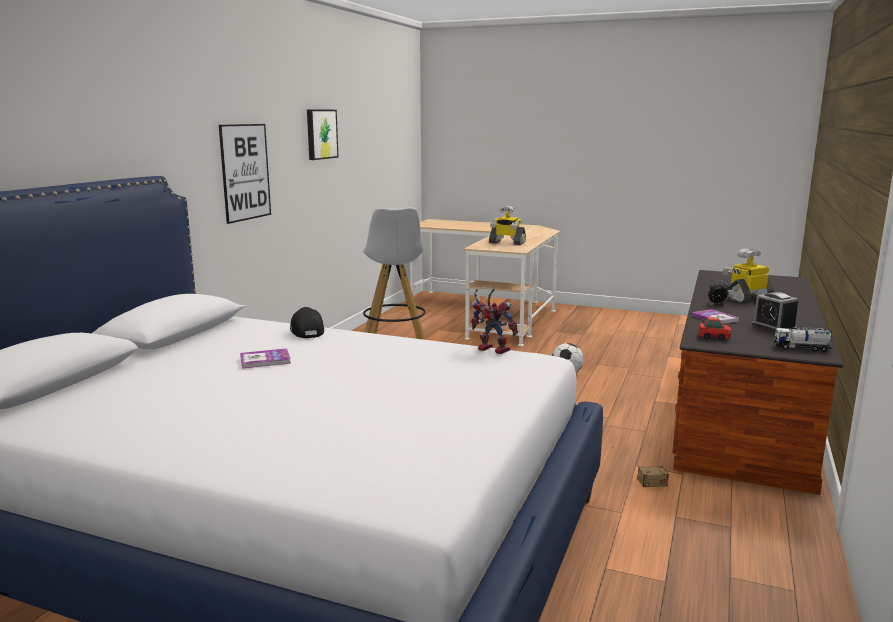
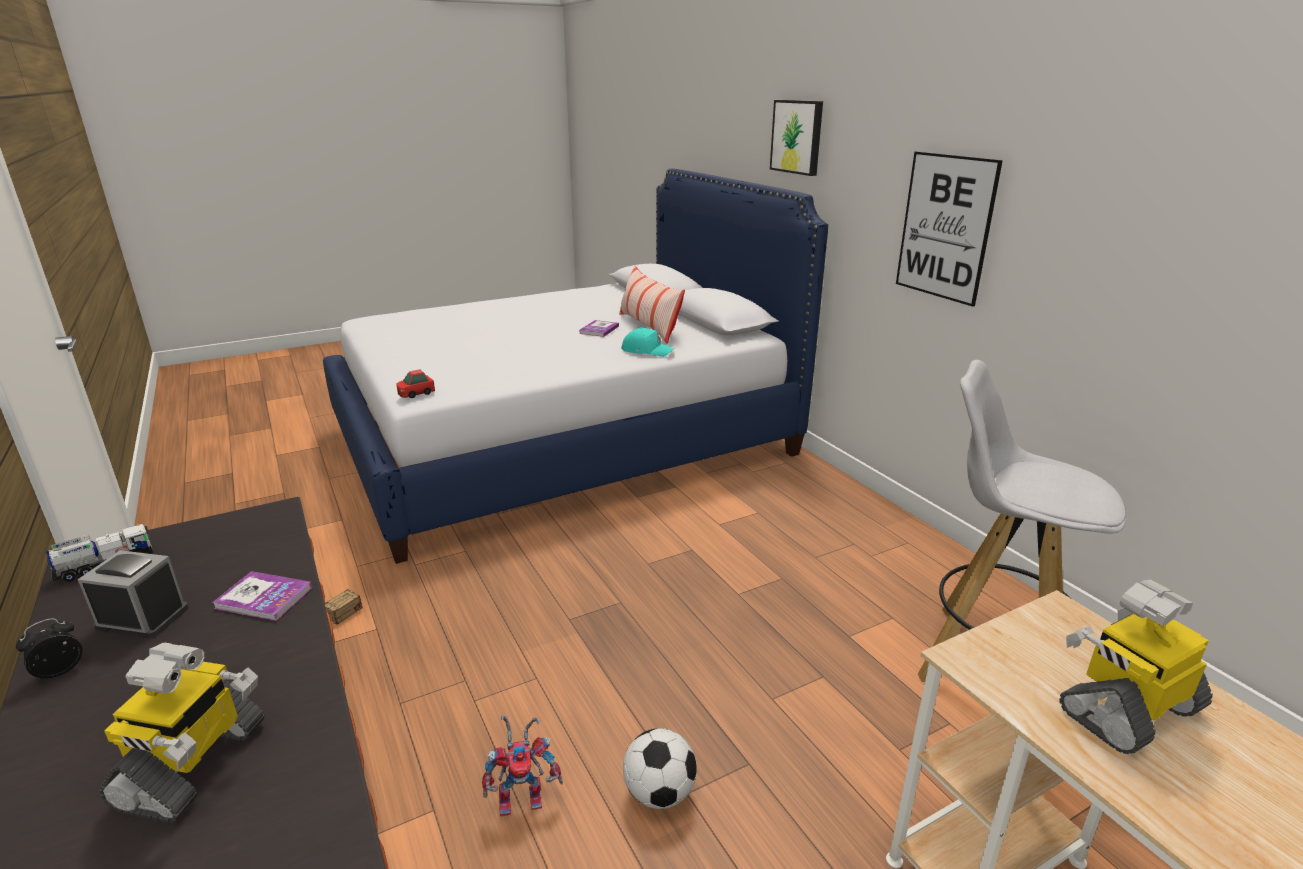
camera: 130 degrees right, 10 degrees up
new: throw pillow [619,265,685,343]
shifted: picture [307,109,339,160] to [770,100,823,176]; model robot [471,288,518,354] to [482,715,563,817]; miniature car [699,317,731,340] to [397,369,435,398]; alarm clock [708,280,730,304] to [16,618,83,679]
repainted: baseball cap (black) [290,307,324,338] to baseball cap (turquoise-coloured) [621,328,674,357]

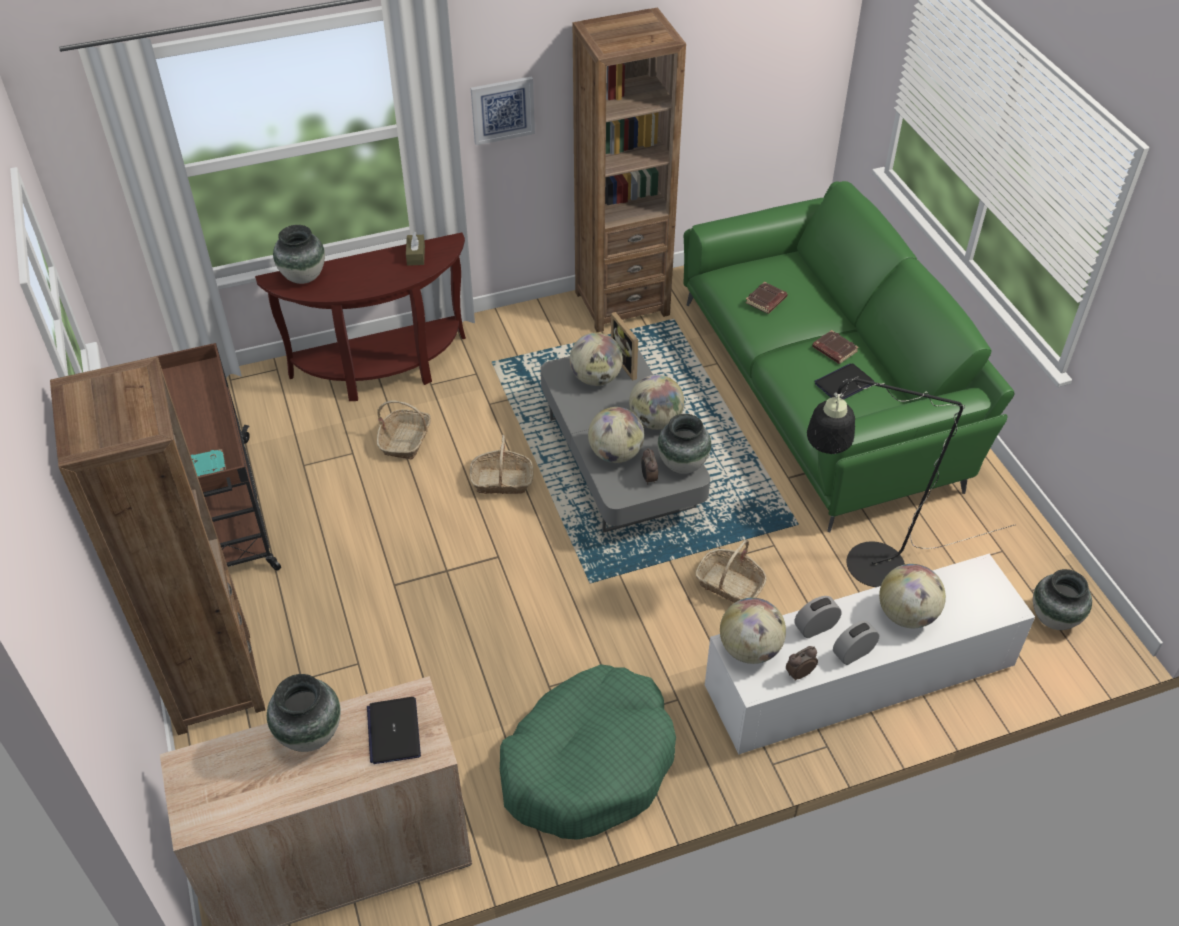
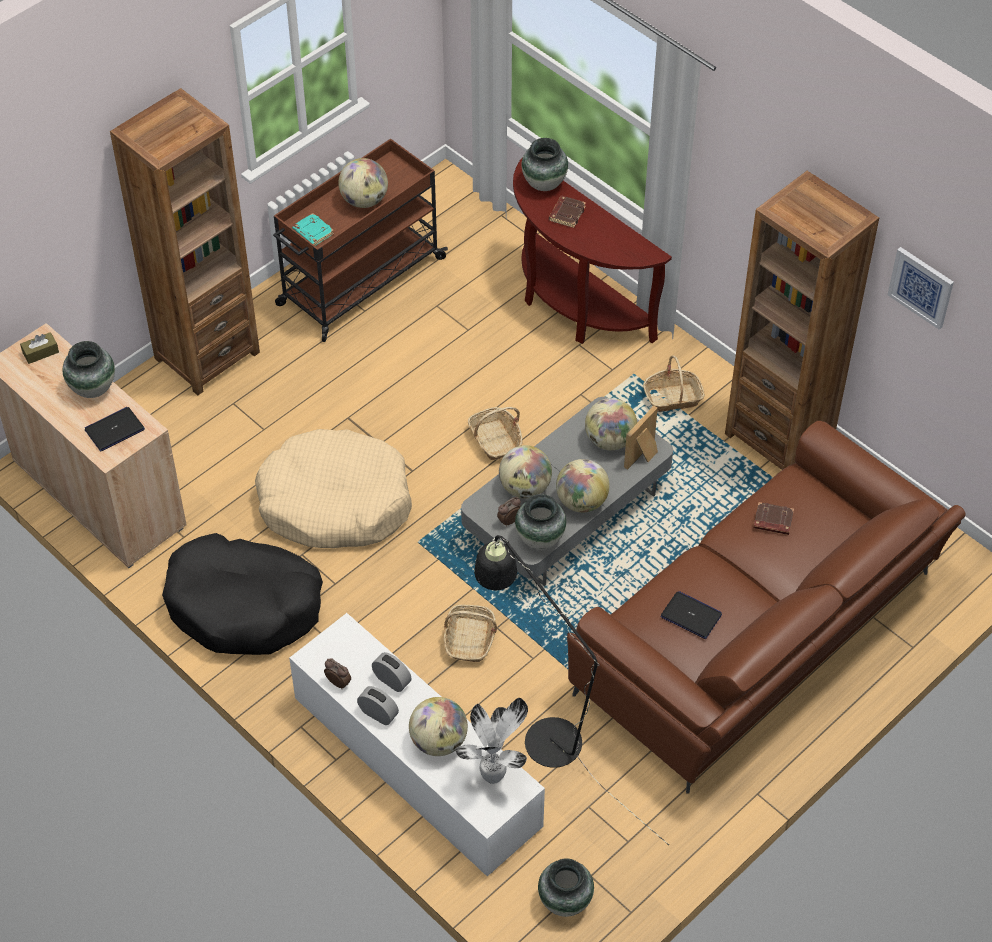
camera: 65 degrees right, 5 degrees up
new: dog bed (beige-coloured) [255,429,412,548]; potted plant [455,698,528,784]
shifted: household basket [377,401,431,460] to [643,355,705,412]; tissue holder (brownish) [406,232,425,266] to [20,332,59,364]; picture [471,76,535,145] to [888,247,954,330]; desk globe [720,598,786,664] to [338,158,388,208]; bound book (brownish) [812,330,859,364] to [549,196,586,228]
repainted: dog bed (green-coloured) [500,664,676,840] to dog bed (black) [162,533,323,655]; couch (green-coloured) [683,181,1014,533] to couch (brownish) [567,421,965,793]

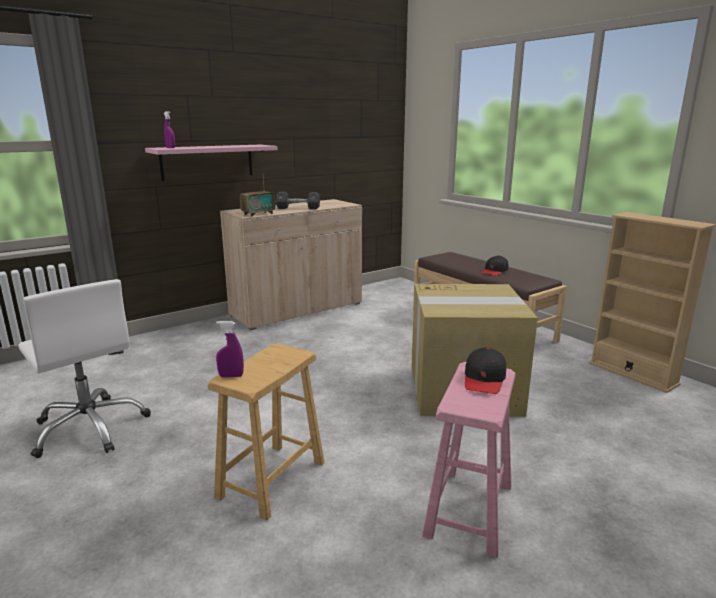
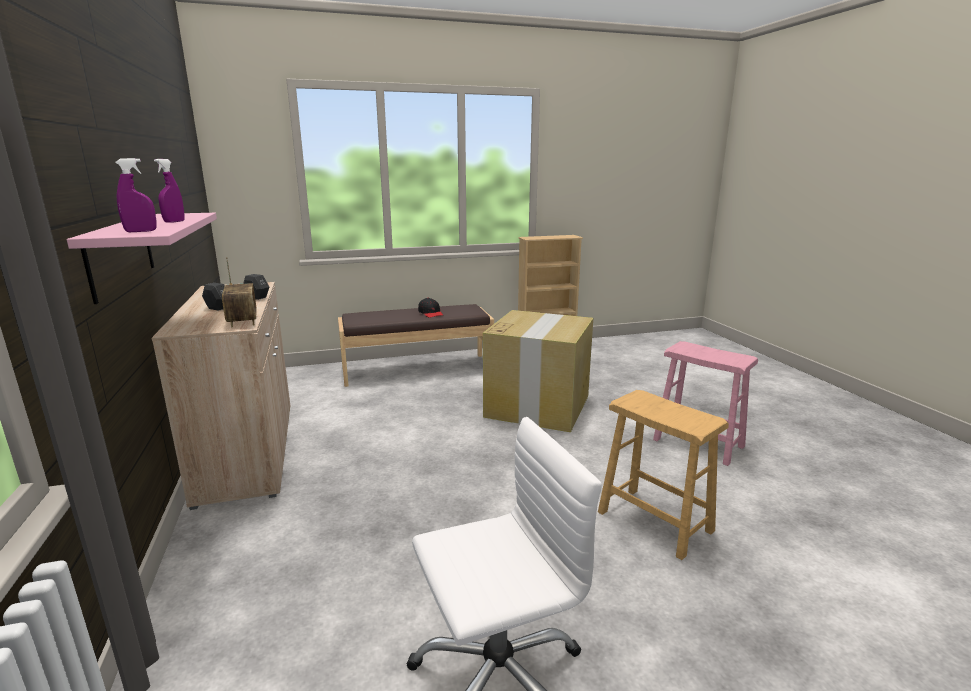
camera: 70 degrees left, 0 degrees up
gone: baseball cap (black) [465,347,506,394]
shifted: sprayer (purplish) [216,321,244,378] to [154,159,185,223]

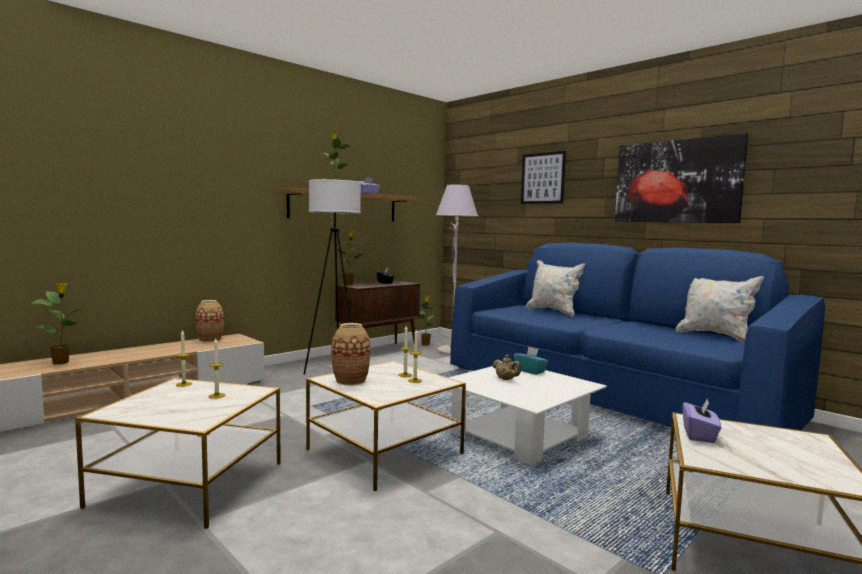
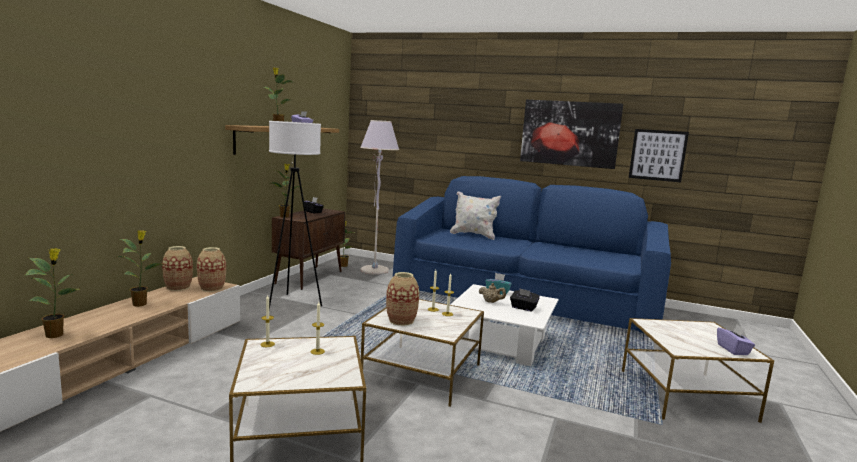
camera: 25 degrees left, 5 degrees up
gone: throw pillow (white) [676,276,764,343]
new: potted plant [118,230,165,307]; vase [197,247,226,292]; tissue holder (black) [510,288,540,312]
shifted: picture [521,151,566,204] to [629,129,689,182]; tissue holder (purplish) [683,399,721,443] to [717,325,755,355]

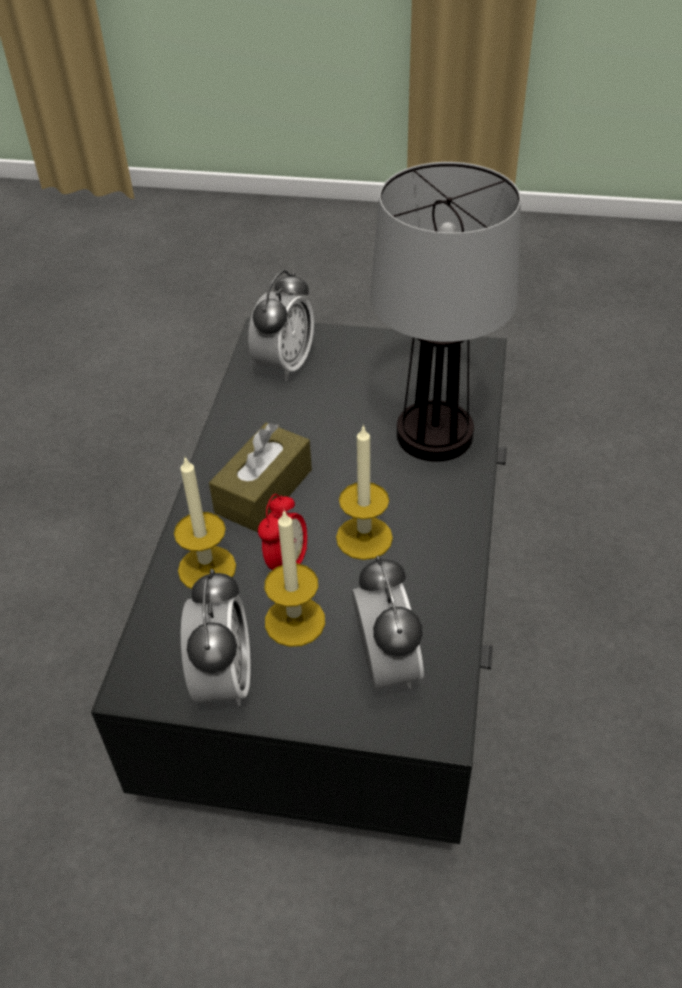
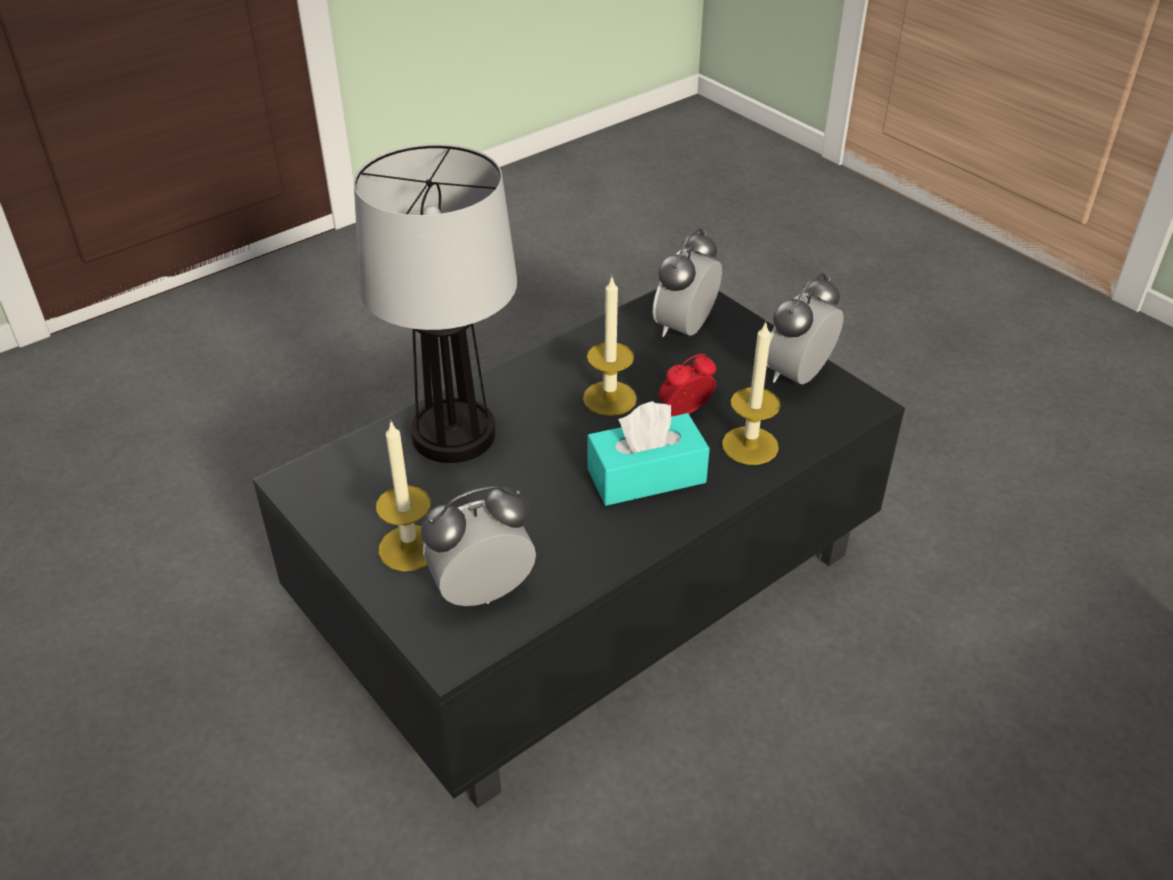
camera: 140 degrees left, 5 degrees down
shifted: wax light [265,510,325,647] to [376,420,431,571]
repainted: tissue holder (brownish) [209,423,312,532] to tissue holder (turquoise-coloured) [587,401,710,506]

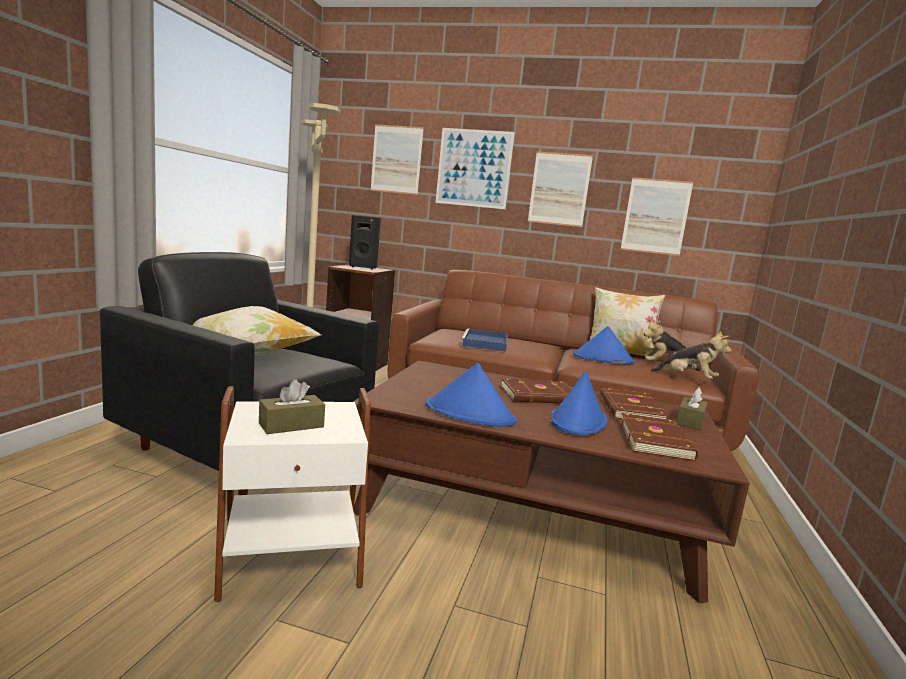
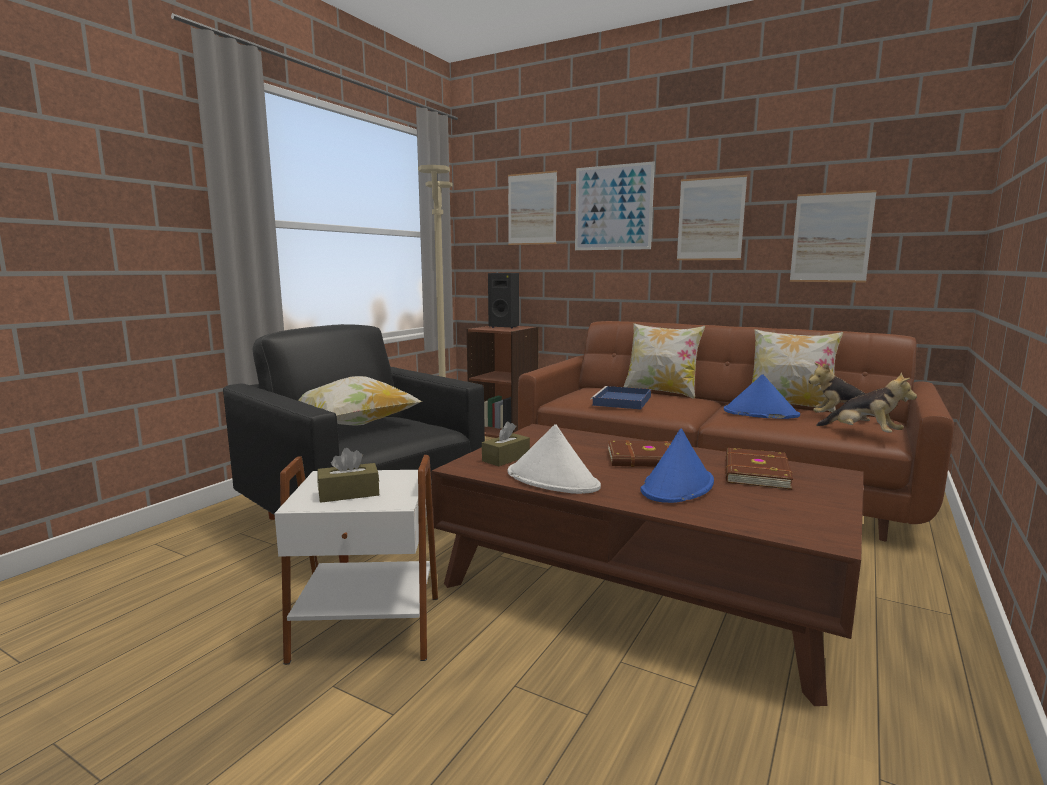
camera: 15 degrees right, 0 degrees up
gone: bound book (brownish) [620,413,698,461]
new: throw pillow [624,323,705,399]
shifted: tissue holder (brownish) [676,387,708,430] to [482,422,530,466]
repainted: clothing hat (blue) [426,363,517,427] to clothing hat (white) [508,424,601,494]

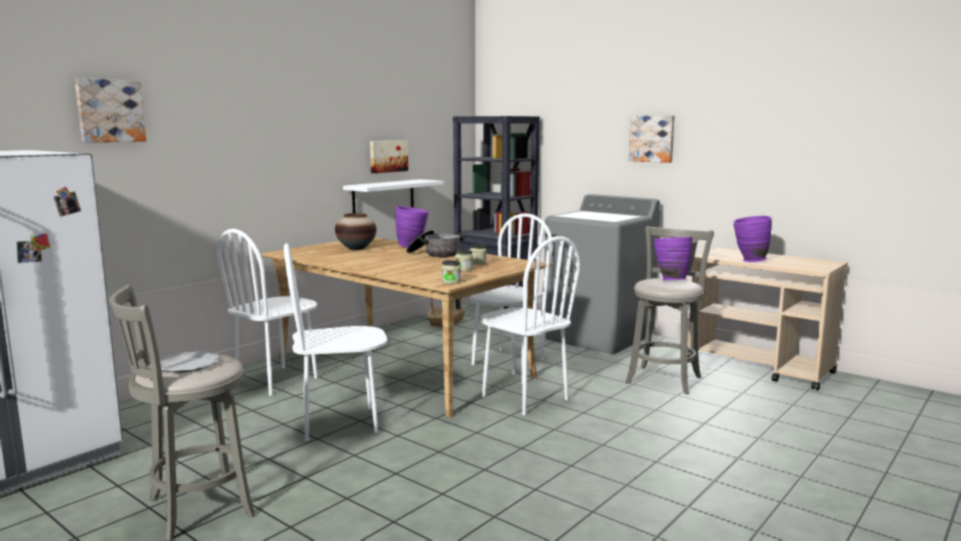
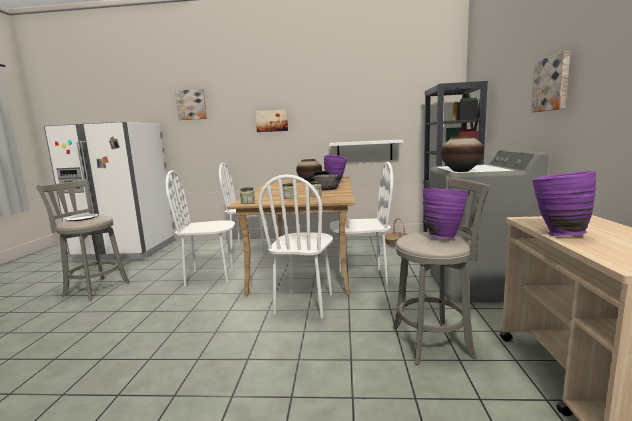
camera: 55 degrees right, 0 degrees up
new: vase [441,136,484,172]
shifted: picture [370,140,408,173] to [255,110,288,132]
rotated: chair (white) [284,243,387,441] = [165,170,235,287] 45 degrees counterclockwise

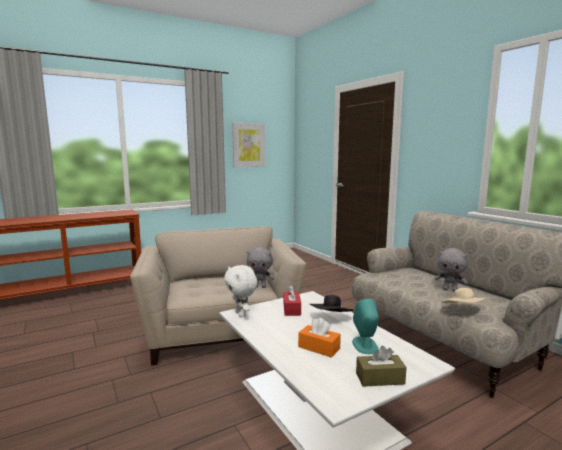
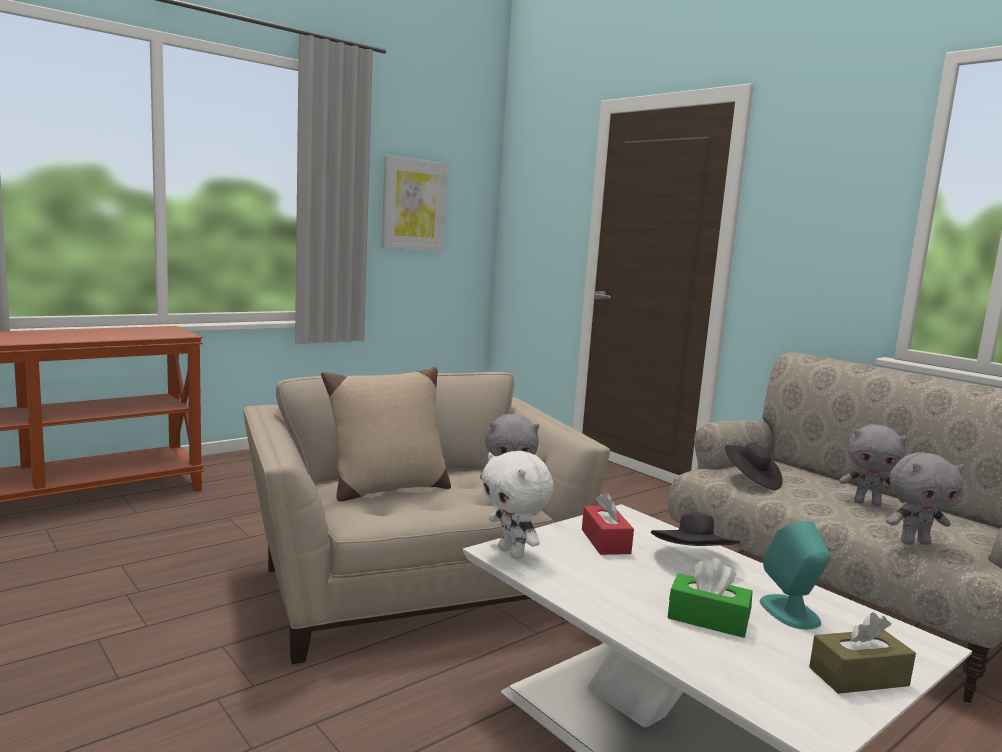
camera: 10 degrees left, 0 degrees up
new: throw pillow (beige-coloured) [321,367,451,502]; clothing hat (black) [725,443,783,490]
swapped: clothing hat (beige-coloured) [441,288,486,304] to soft toy (gray) [886,452,964,545]
repainted: tissue holder (orange-coloured) [298,318,341,358] to tissue holder (green-coloured) [667,558,753,638]

